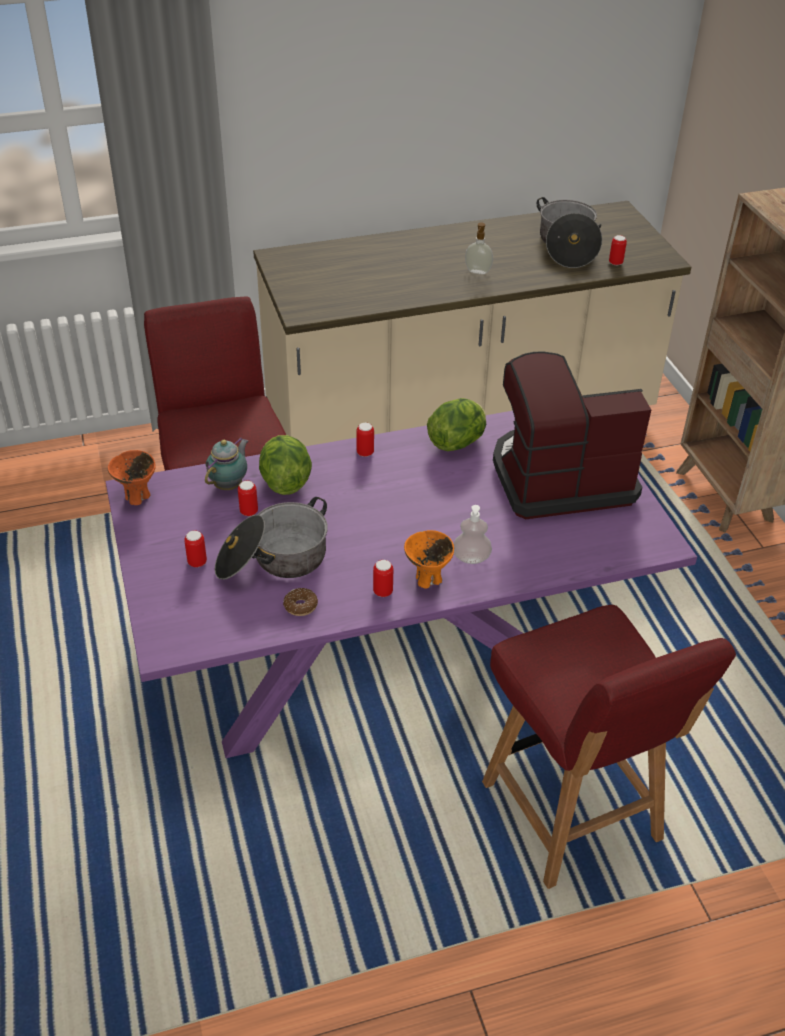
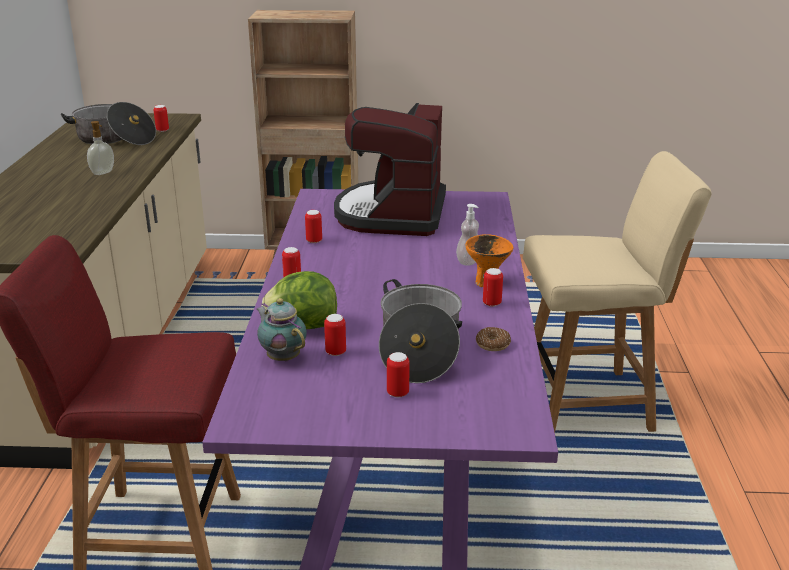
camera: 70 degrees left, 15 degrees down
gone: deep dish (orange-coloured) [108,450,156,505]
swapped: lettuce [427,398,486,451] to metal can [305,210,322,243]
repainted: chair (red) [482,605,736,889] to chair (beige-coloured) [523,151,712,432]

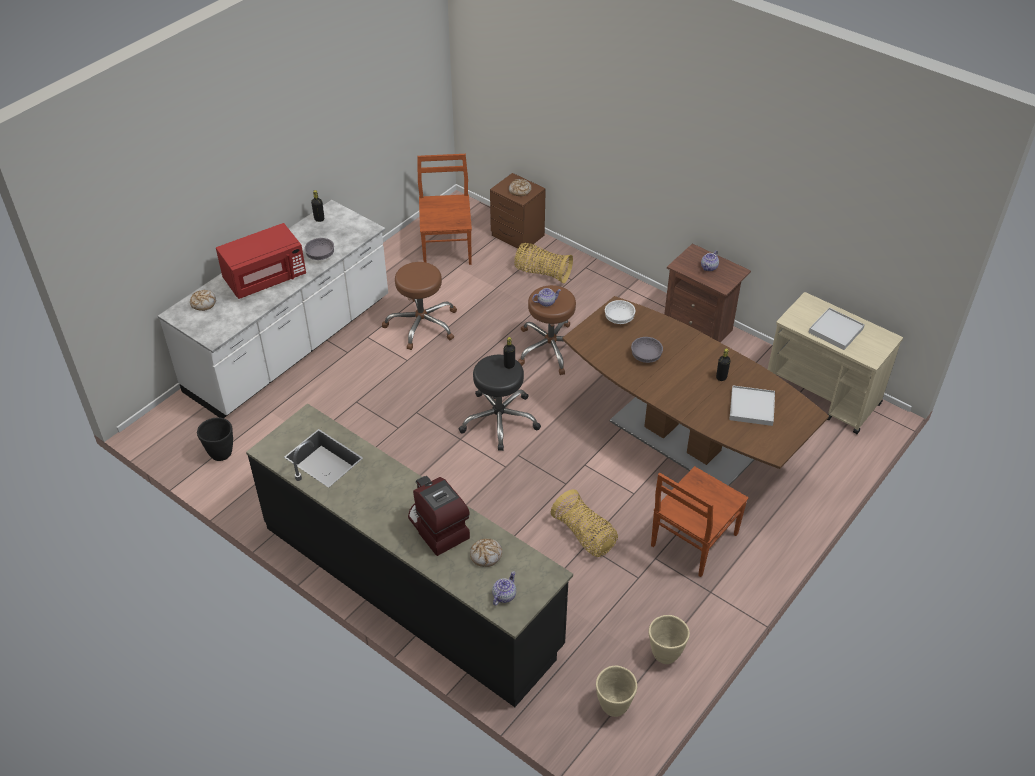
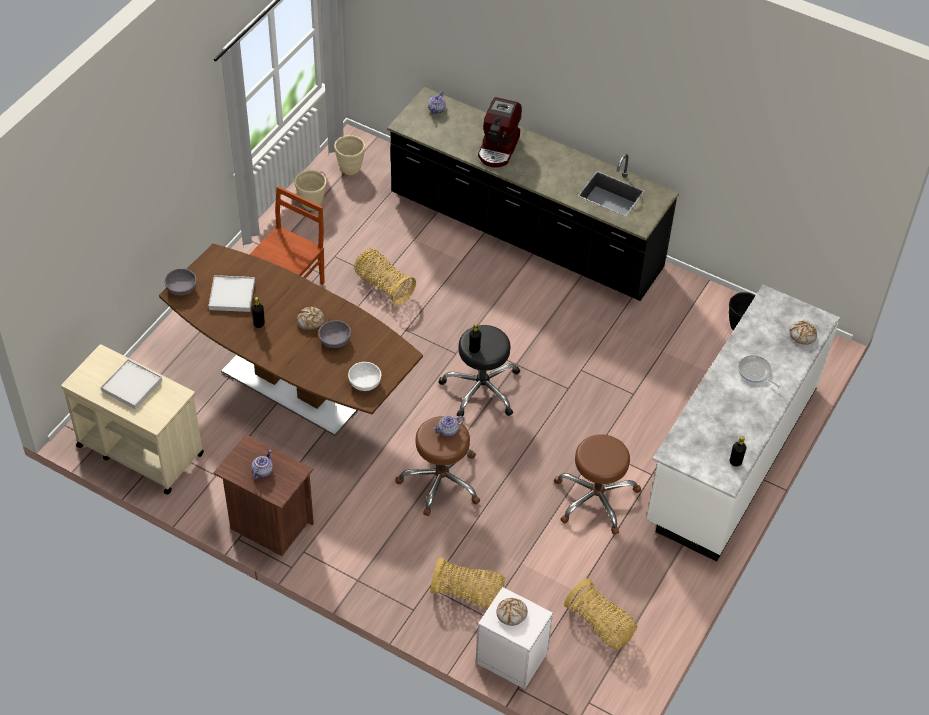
camera: 170 degrees right, 5 degrees up
shifted: deep dish (gray) [304,238,334,260] to [164,268,197,295]; baked bread [470,539,502,567] to [297,306,324,330]
swapped: kitchen microwave (red) [216,223,306,299] to frying pan [738,355,781,389]; chair (brownish) [417,154,472,265] to household basket [564,578,637,650]
repainted: nightstand (brownish) [490,173,546,251] to nightstand (white) [476,587,553,689]
rotated: coffee brewer [408,476,470,556] = [478,97,522,167] 60 degrees clockwise

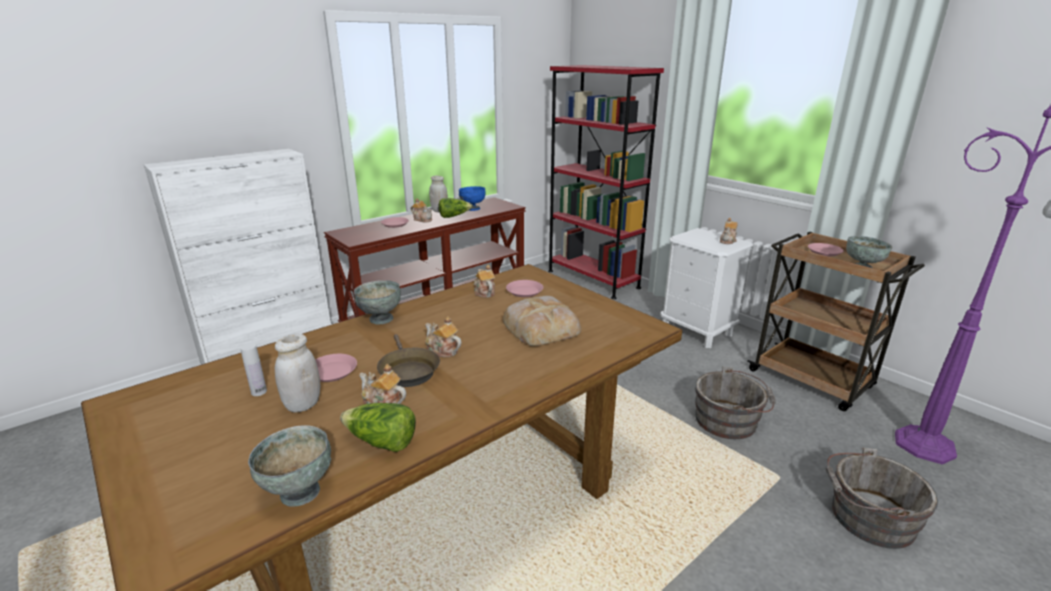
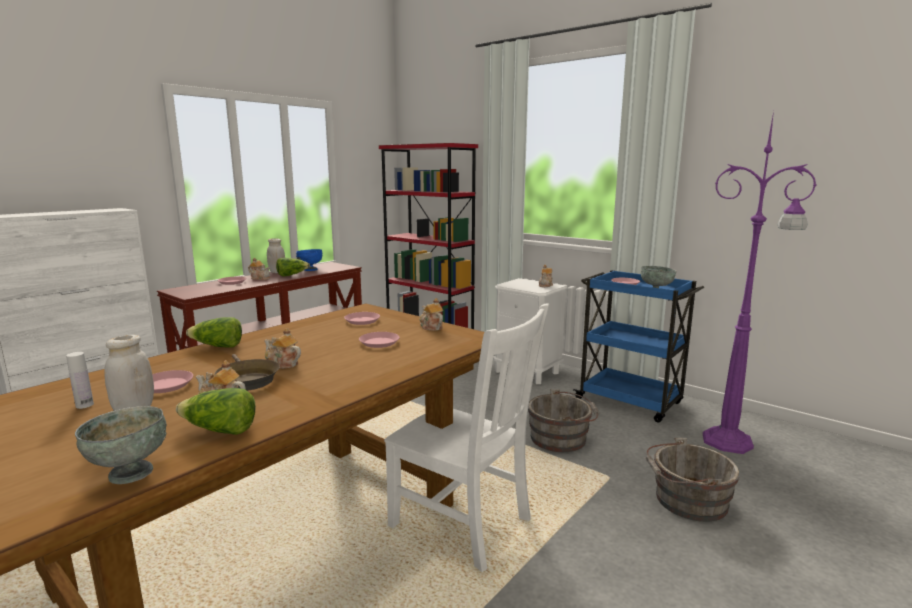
camera: 10 degrees left, 10 degrees down
new: chair (white) [384,303,549,572]
shifted: teapot [474,265,495,298] to [419,298,443,330]
swapped: deep dish (gray) [354,280,401,325] to lettuce [186,317,242,348]; baked bread [503,296,581,346] to plate (pink-coloured) [359,332,400,348]
repainted: wheeled cart (brownish) [747,232,925,411] to wheeled cart (blue) [573,270,704,422]

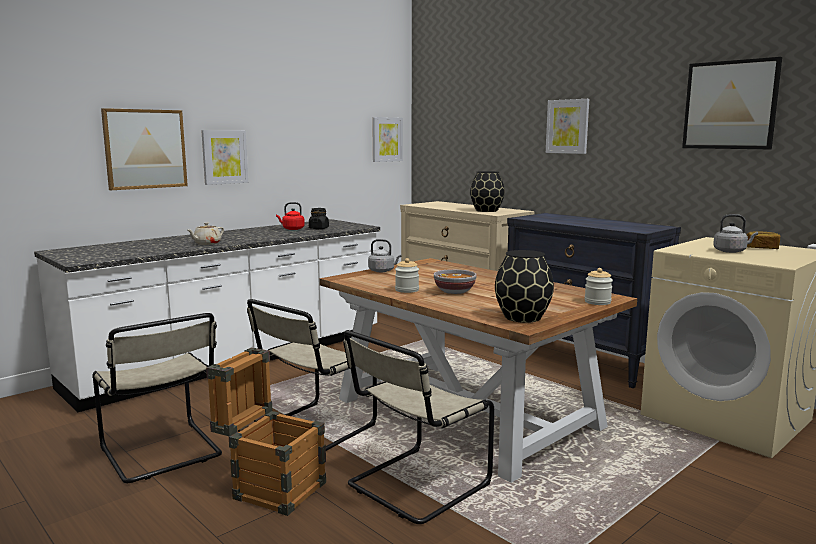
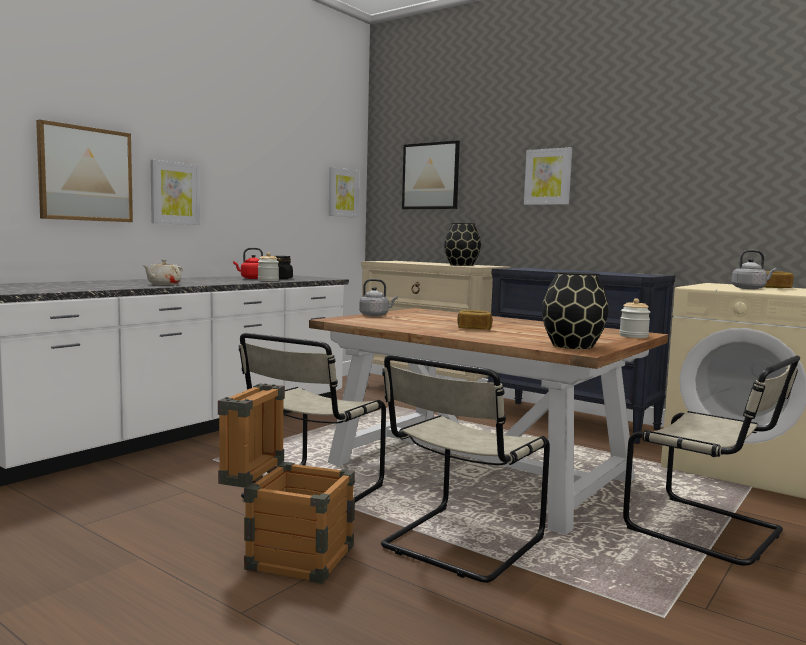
camera: 10 degrees left, 5 degrees down
shifted: chair (beige-coloured) [92,313,222,483] to [623,355,800,566]; jar [395,258,419,293] to [258,252,279,281]; picture [682,57,782,149] to [402,140,460,209]
swapped: deep dish [434,269,477,294] to baked bread [457,310,493,330]

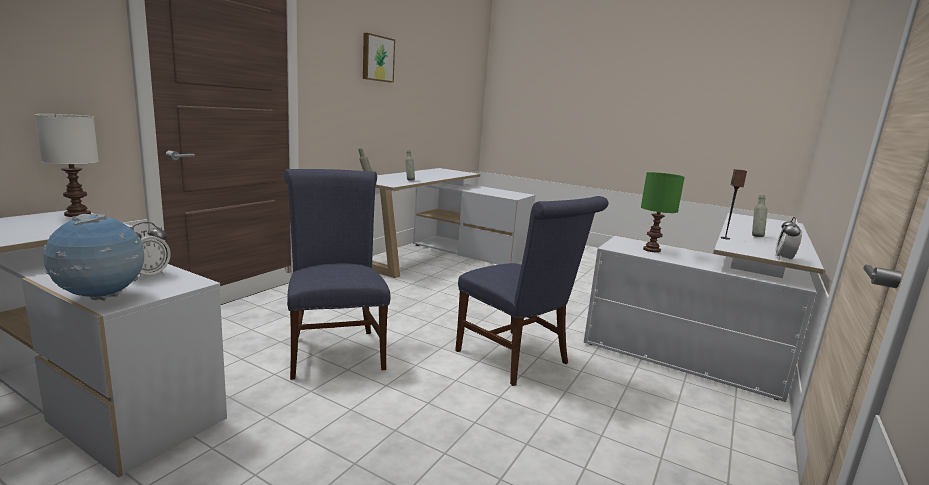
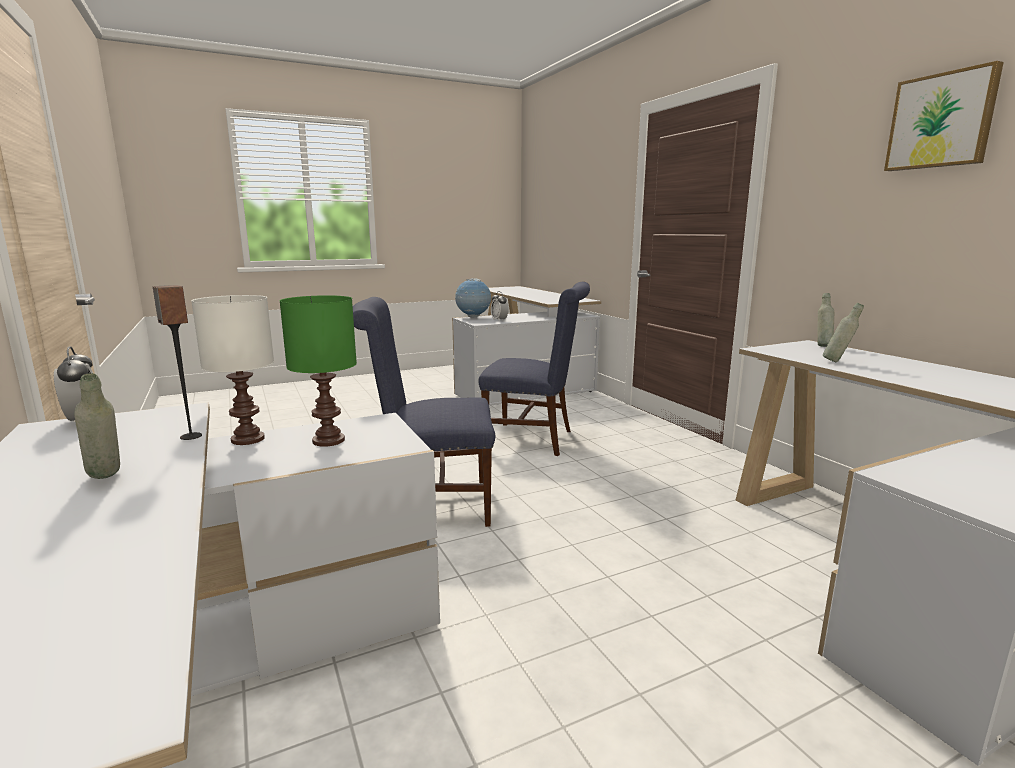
camera: 125 degrees right, 0 degrees up
shifted: table lamp (white) [34,114,99,217] to [191,295,274,445]

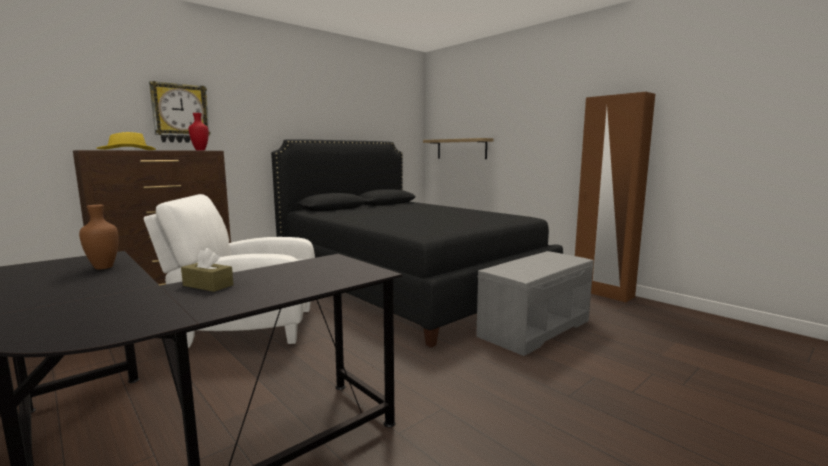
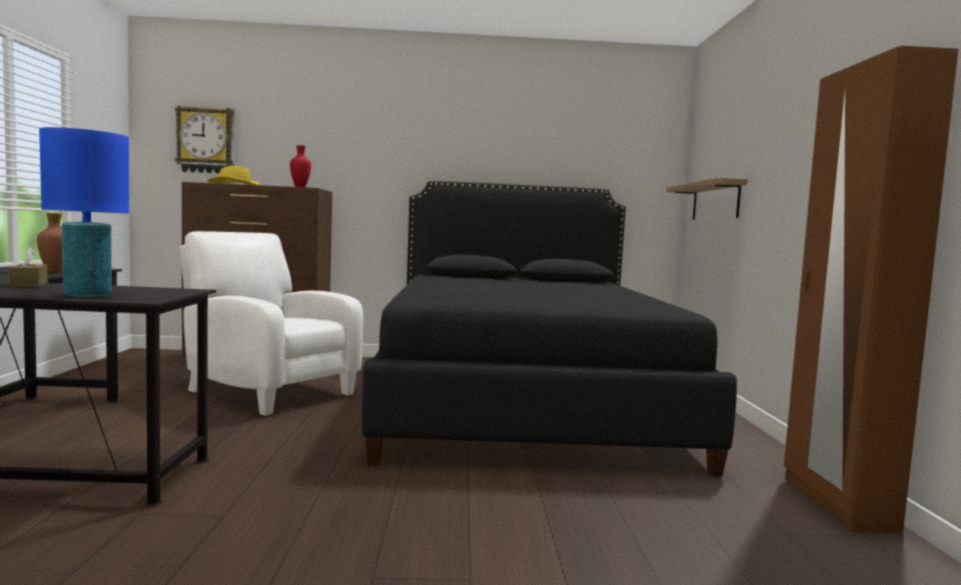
camera: 40 degrees right, 5 degrees down
gone: long seat (gray) [476,251,594,356]
new: table lamp (blue) [39,127,129,297]
shifted: wall clock [149,81,211,143] to [175,105,235,173]

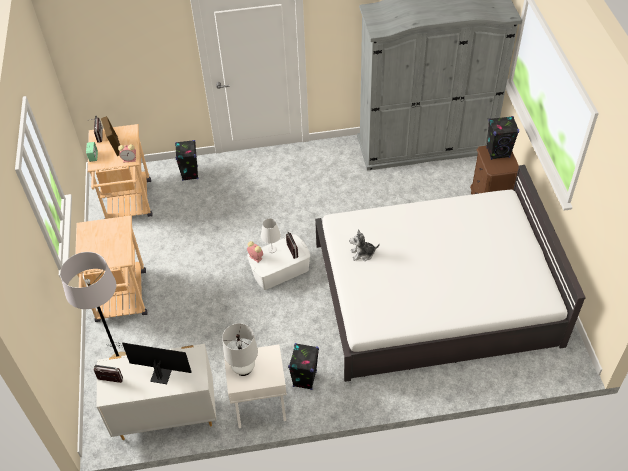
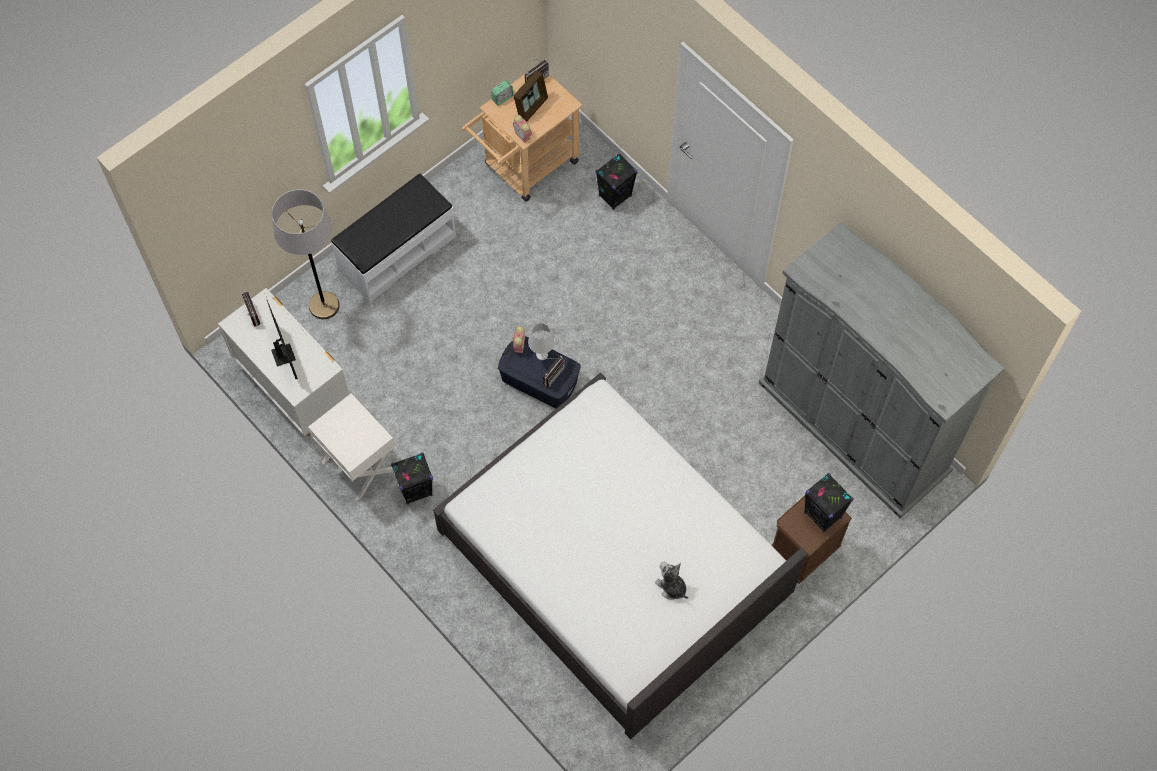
camera: 55 degrees right, 15 degrees up
gone: table lamp (white) [222,323,258,376]
shifted: soft toy [349,229,380,261] to [655,561,688,600]
swapped: wheeled cart (beige-coloured) [75,215,147,322] to long seat (white) [331,174,456,303]
repainted: storage box (white) [248,234,310,290] to storage box (blue) [498,336,581,409]

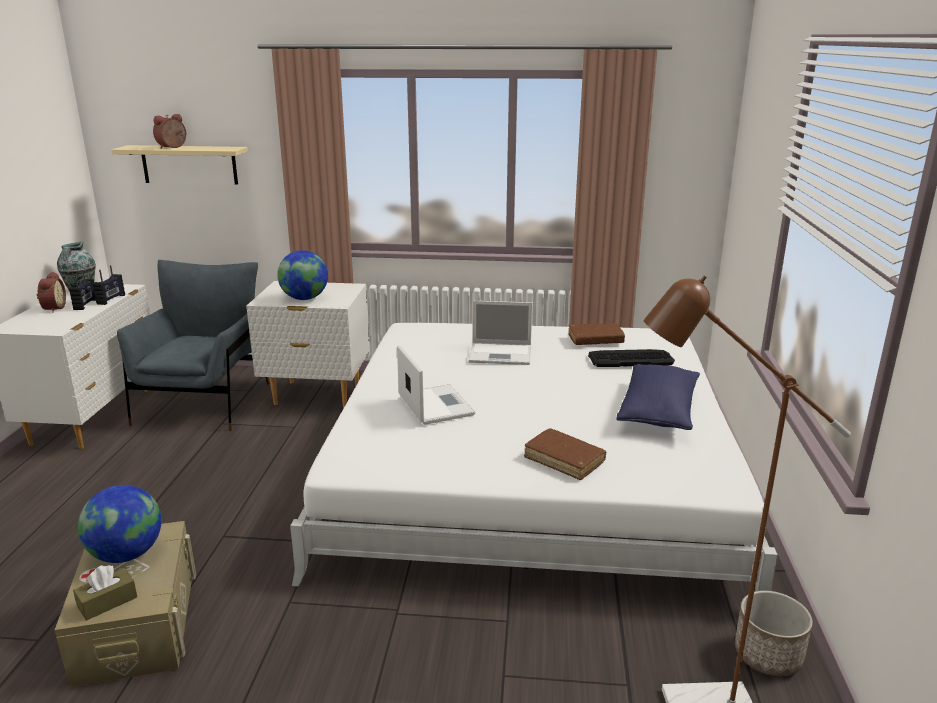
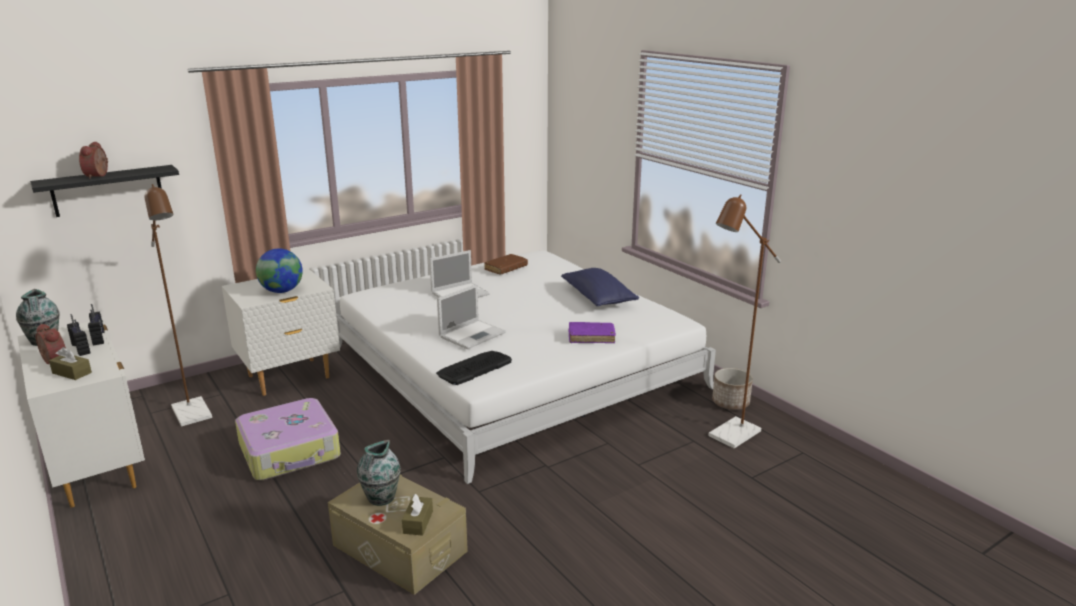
camera: 40 degrees left, 0 degrees up
new: tissue holder (brownish) [49,347,92,380]; travel case [235,398,341,480]
shifted: keyboard [588,349,675,367] to [436,351,512,385]
swapped: desk globe [78,485,162,563] to vase [357,440,401,506]; easy chair (gray) [117,260,269,431] to standing lamp (brownish) [144,184,212,427]
repainted: wall shelf (beige-coloured) [111,145,248,185] to wall shelf (black) [30,165,179,217]; bound book (brownish) [524,428,606,480] to bound book (purplish) [569,322,616,343]
rotated: notebook computer [397,345,475,425] = [437,284,506,349] 105 degrees clockwise

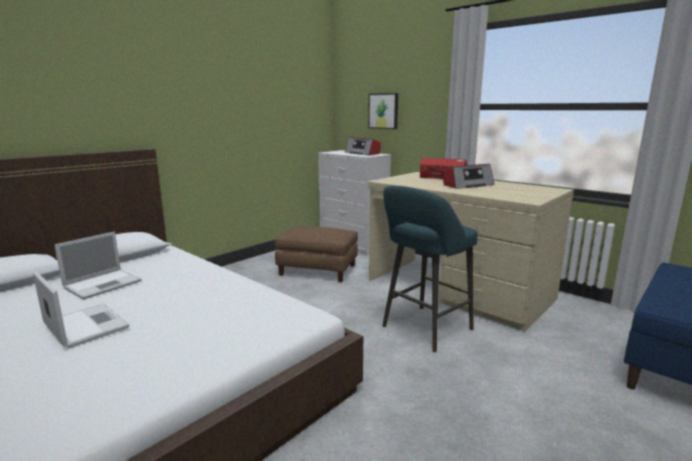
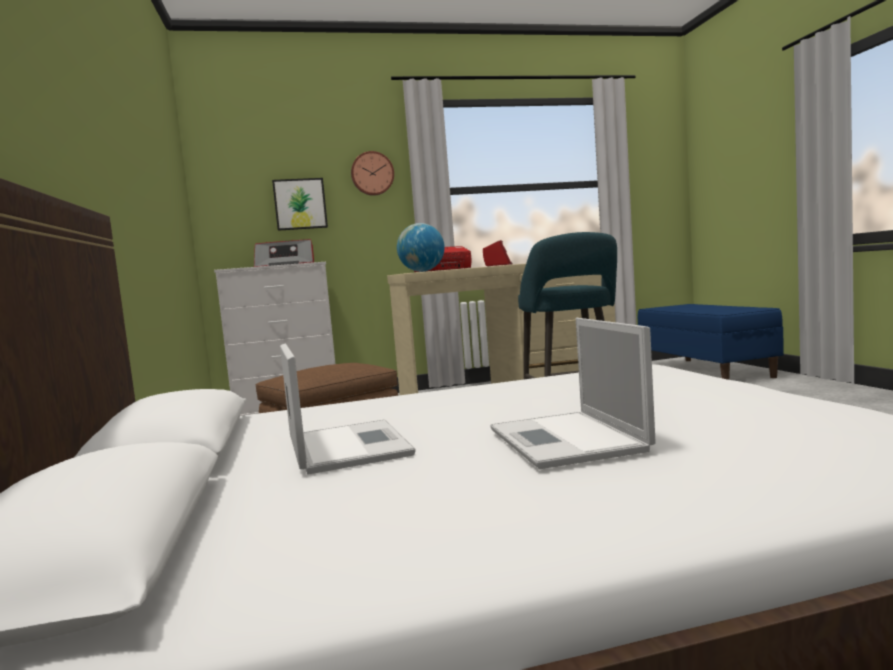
camera: 55 degrees left, 10 degrees down
new: wall clock [351,151,394,196]; desk globe [397,223,445,272]
rotated: notebook computer [33,271,129,348] = [490,318,656,469] 90 degrees counterclockwise

